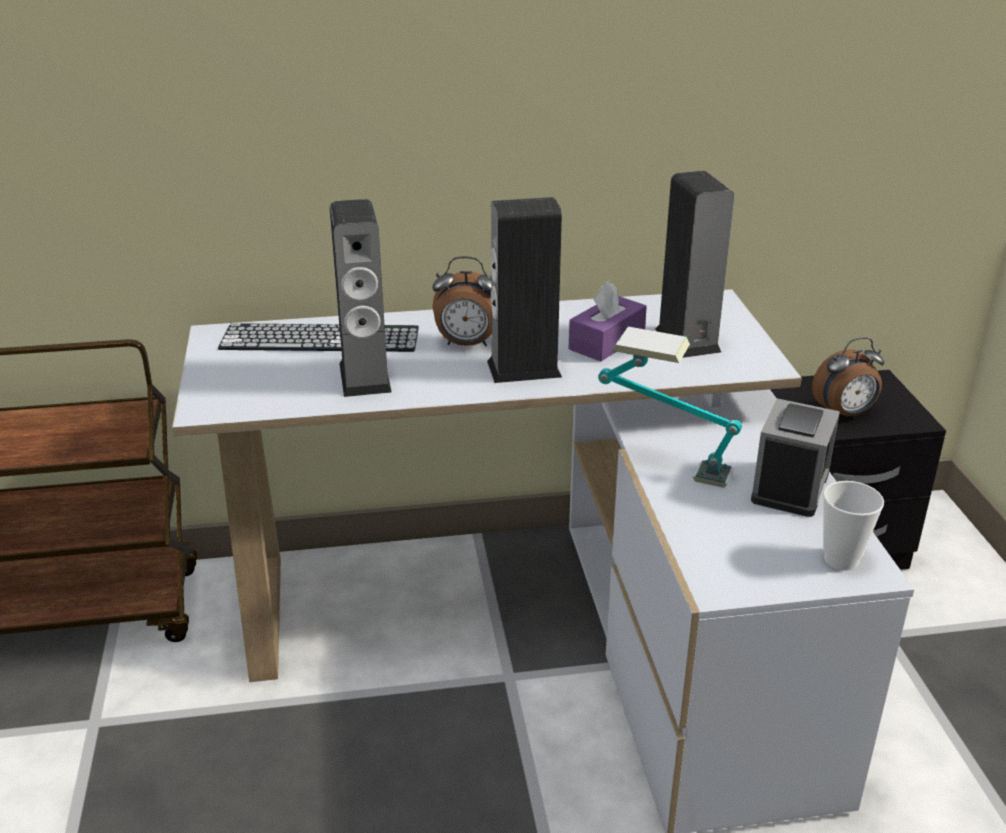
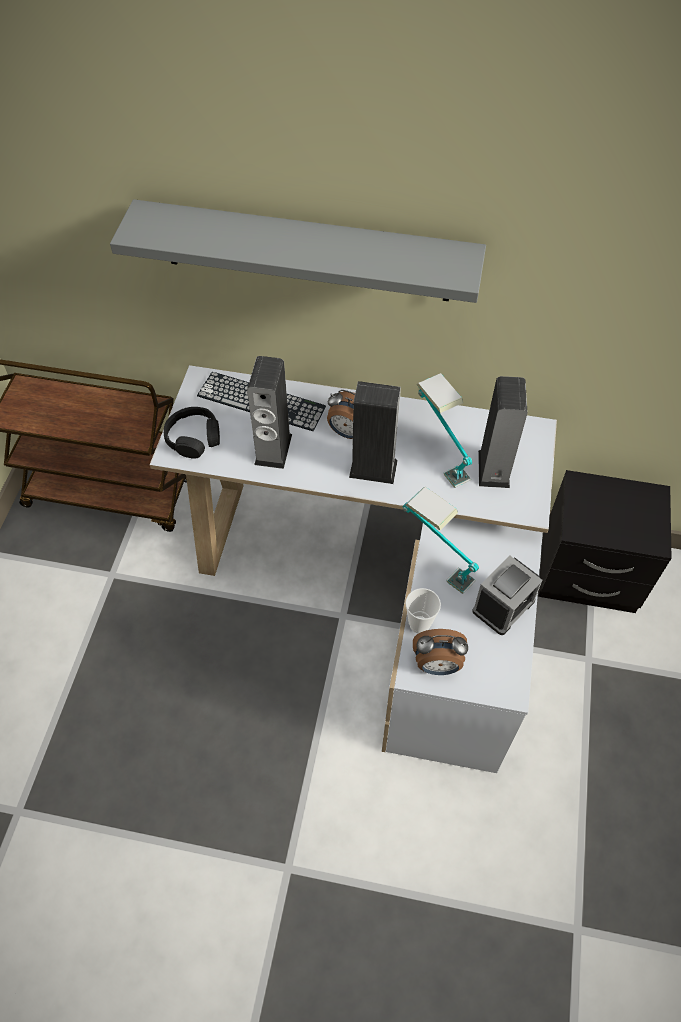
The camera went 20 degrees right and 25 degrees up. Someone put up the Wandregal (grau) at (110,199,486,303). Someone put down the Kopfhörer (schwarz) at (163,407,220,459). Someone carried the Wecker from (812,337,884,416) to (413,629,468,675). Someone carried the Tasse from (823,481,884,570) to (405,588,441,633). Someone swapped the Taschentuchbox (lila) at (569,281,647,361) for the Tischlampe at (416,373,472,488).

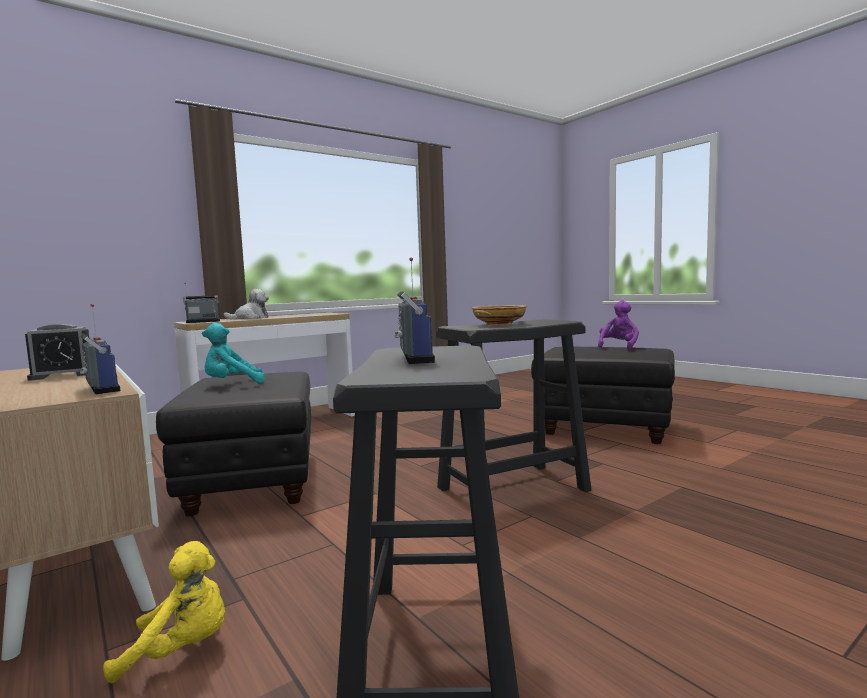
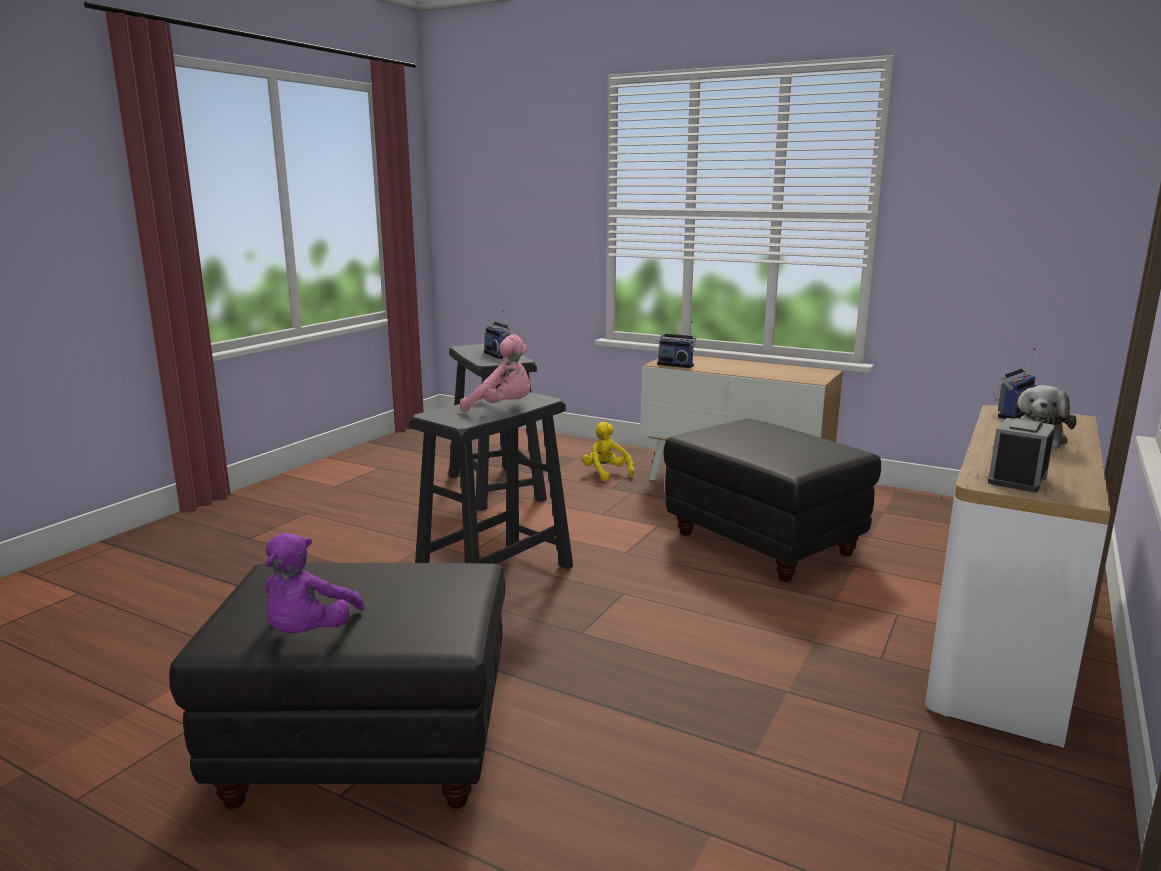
The camera went 155 degrees right and 10 degrees up. Someone took away the Plüschtier (türkis) at (202,323,265,384). Someone carried the Wecker from (25,323,89,381) to (988,418,1056,492). Someone swapped the Schüssel (beige) at (472,305,527,325) for the Plüschtier (rosa) at (460,335,531,412). Someone rotated the Plüschtier (gelb) at (103,541,225,683) by 90 degrees clockwise.

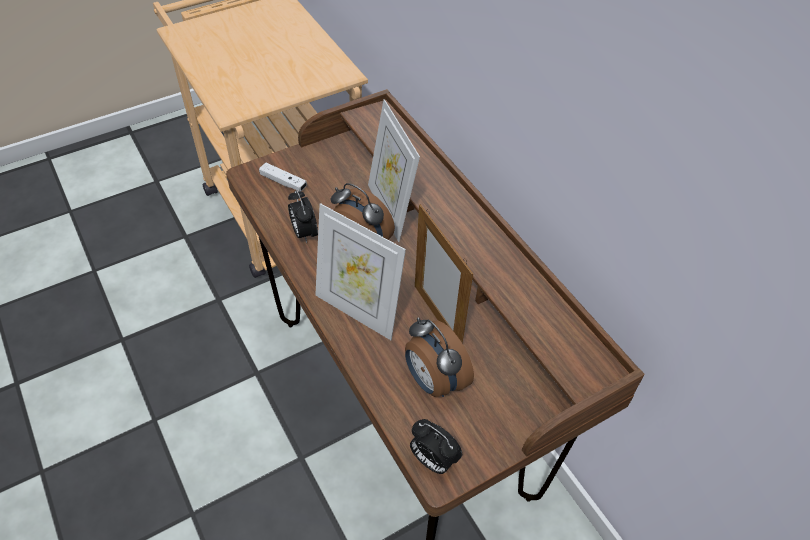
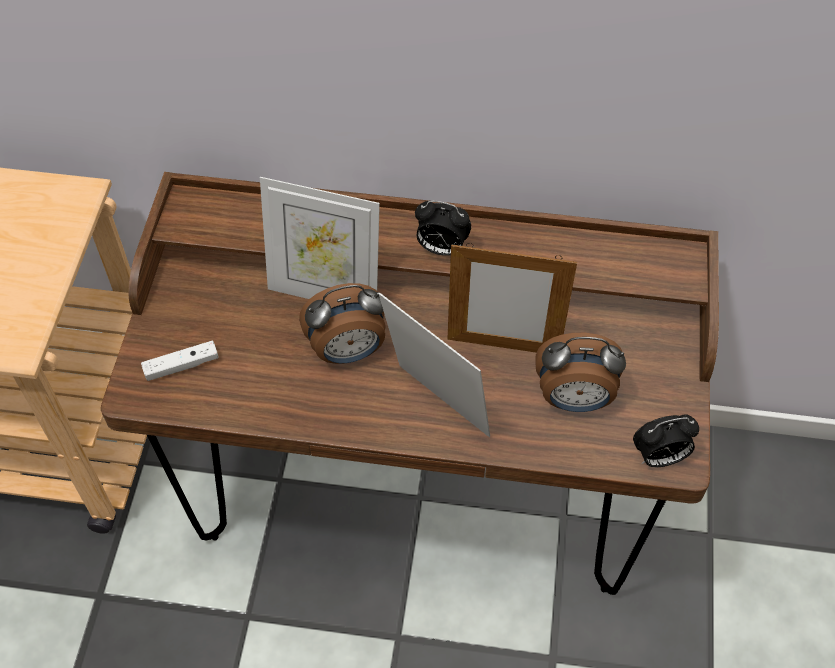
The camera went 50 degrees left and 5 degrees up. Someone carried the Wecker from (288,190,318,243) to (415,200,471,256). Someone rotated the Bilderrahmen at (315,203,406,340) by 120 degrees counterclockwise.

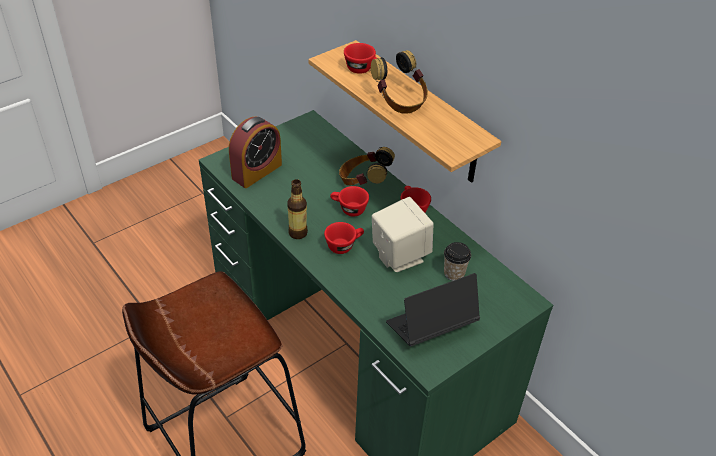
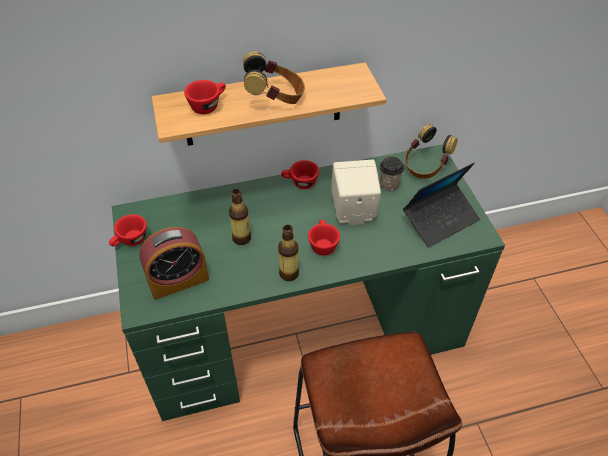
The camera went 65 degrees left and 5 degrees up. Someone put down the Flasche at (229,189,251,245). Someone carried the Tasse (rot) from (330,186,369,216) to (109,214,147,247). Someone carried the Kopfhörer from (339,147,395,185) to (405,124,457,179). Someone rotated the Wecker at (229,116,282,188) by 90 degrees clockwise. Someone rotated the Laptop at (386,273,480,346) by 120 degrees counterclockwise.

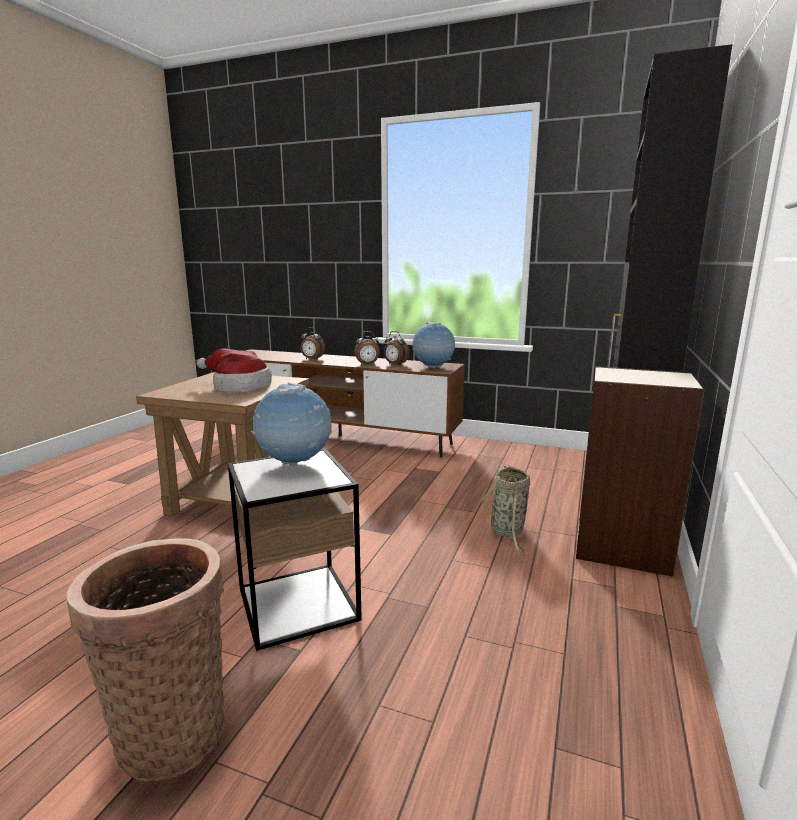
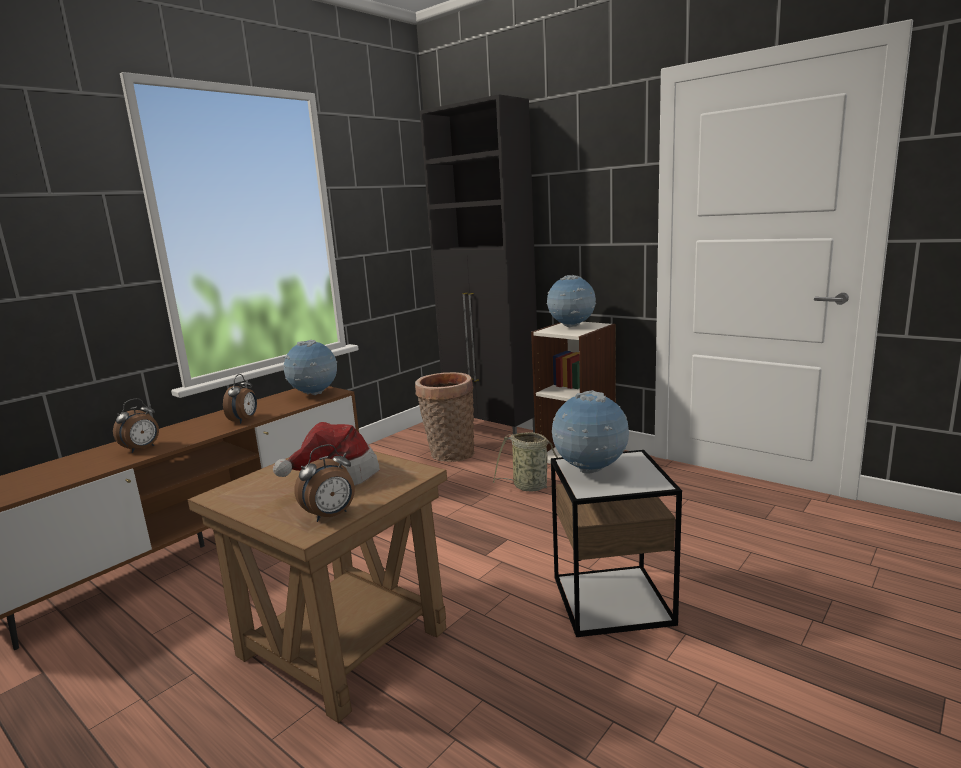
The camera went 70 degrees left and 0 degrees up. Someone put down the Globus at (547,275,596,327). Someone carried the Korb from (66,538,225,782) to (415,372,474,462). Someone carried the Wecker from (384,331,409,366) to (294,444,355,522).

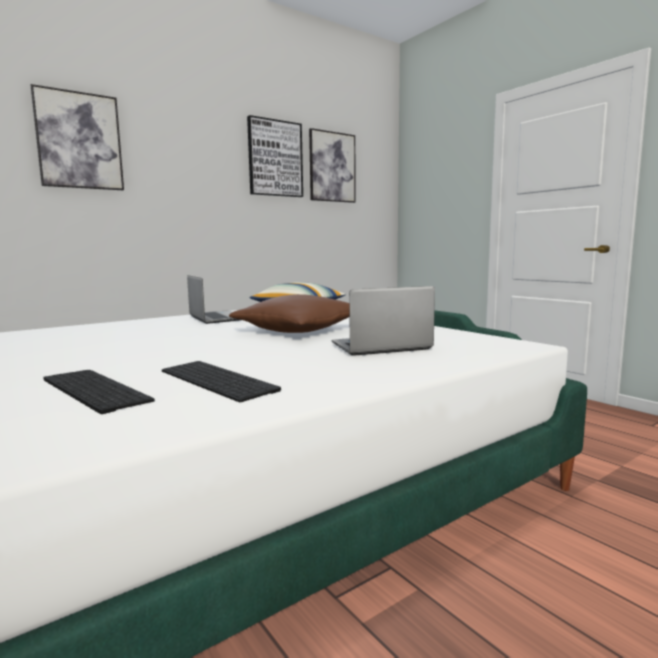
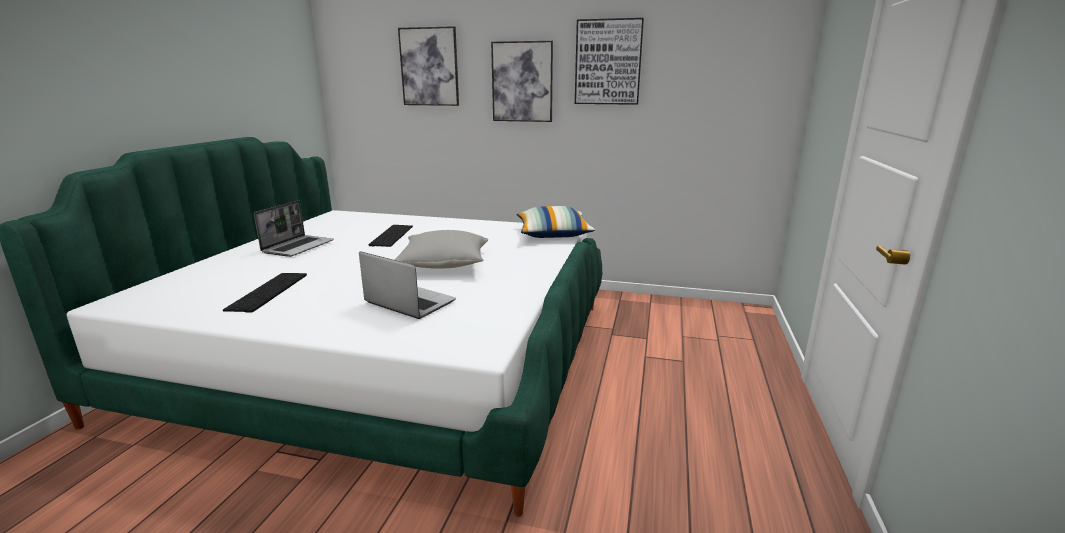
The camera went 50 degrees right and 10 degrees up. Someone carried the Tastatur from (43,370,155,414) to (368,225,413,247). Someone carried the Laptop from (187,275,240,324) to (254,200,334,257). Someone carried the Bild from (309,128,356,203) to (491,41,553,122). Someone repainted the Kissen (braun) at (229,294,350,333), which became the Kissen (grau) at (394,230,488,269).

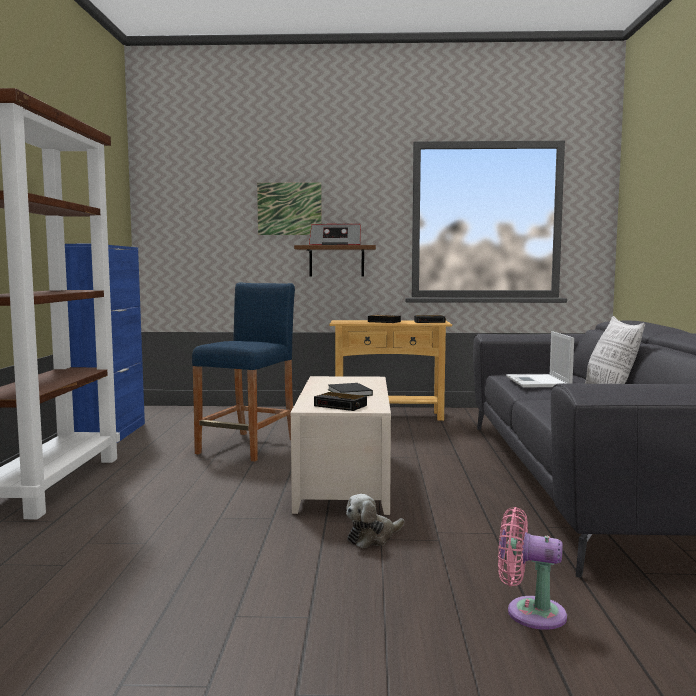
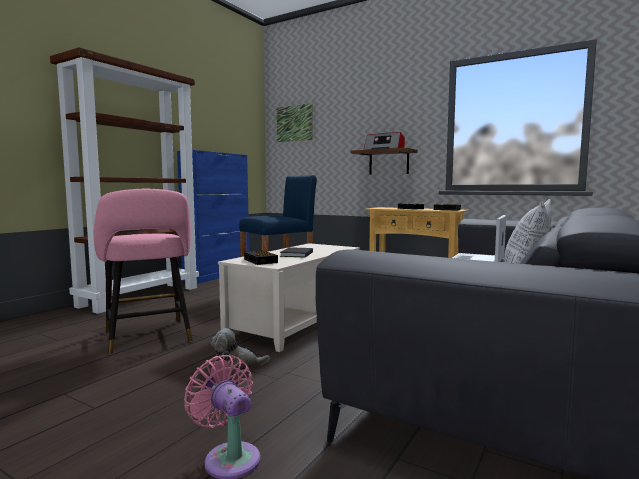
The camera went 30 degrees right and 0 degrees up. Someone put down the Hocker (rosa) at (94,189,193,355). Someone carried the Bild from (257,182,322,235) to (276,103,313,142).

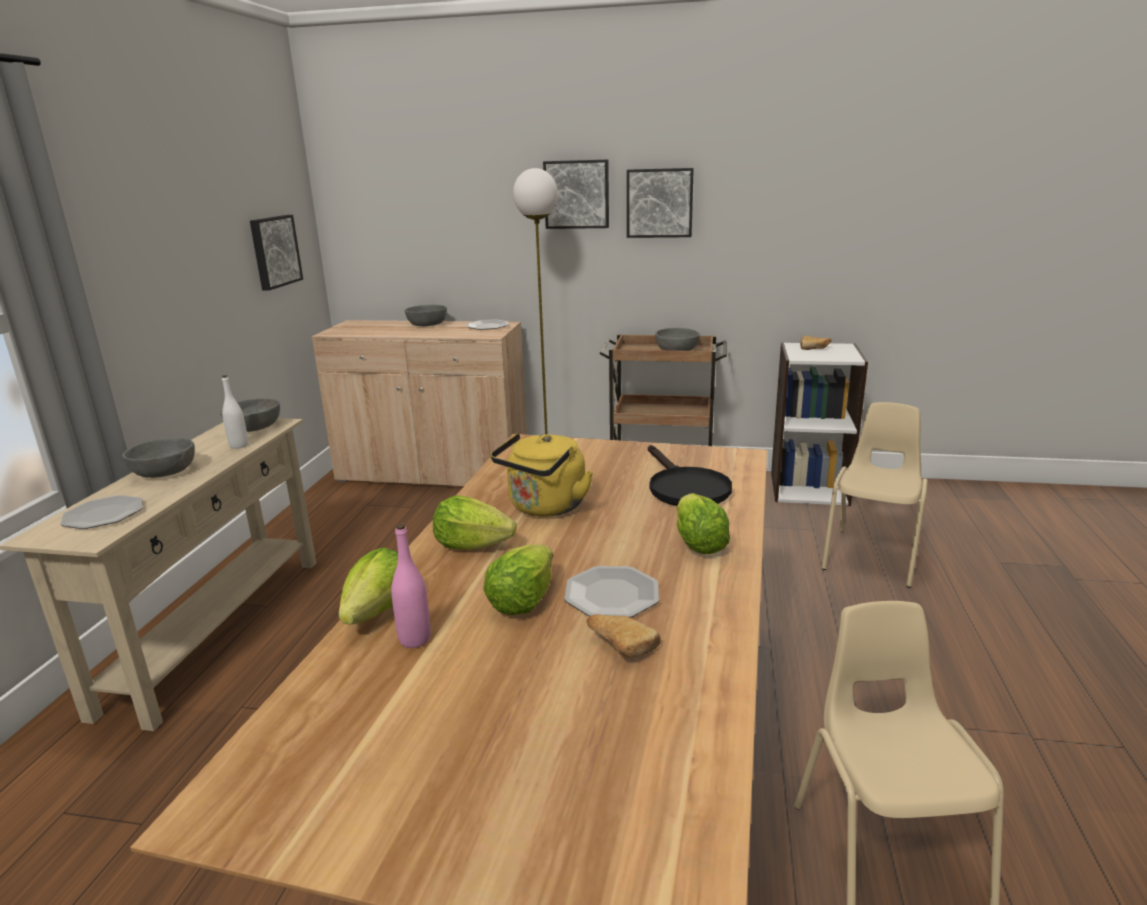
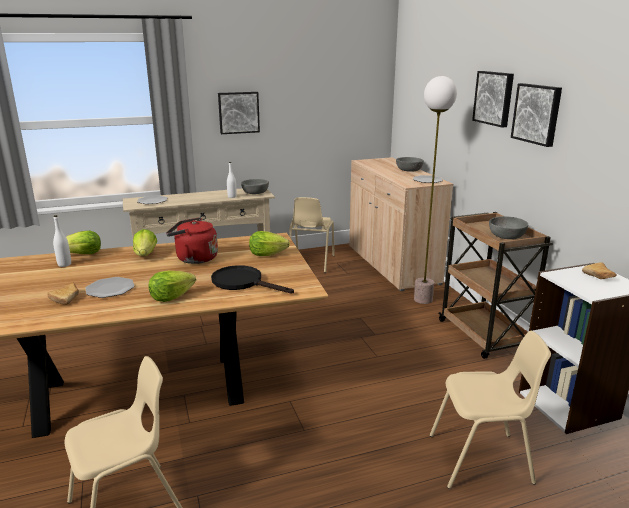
The camera went 60 degrees right and 0 degrees up. Someone took away the Schüssel (grau) at (123,438,195,478). Someone put down the Stuhl (beige) at (289,197,335,273). Someone carried the Bild from (250,215,303,290) to (218,92,260,134). Someone carried the Salatkopf from (483,544,553,615) to (249,231,290,256). Someone repainted the Flasche (rosa) at (391,524,431,648), which became the Flasche (weiß) at (53,215,71,267). Someone repainted the Wasserkessel (gelb) at (491,433,593,517), which became the Wasserkessel (rot) at (166,217,218,264). Someone rotated the Pfanne (schwarz) at (648,445,732,506) by 75 degrees clockwise.

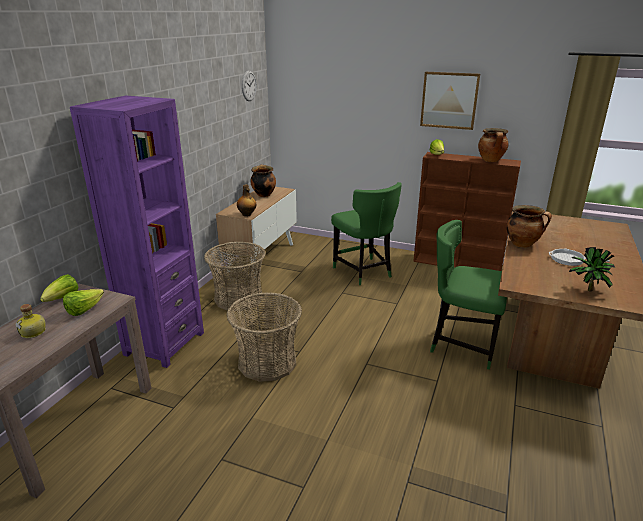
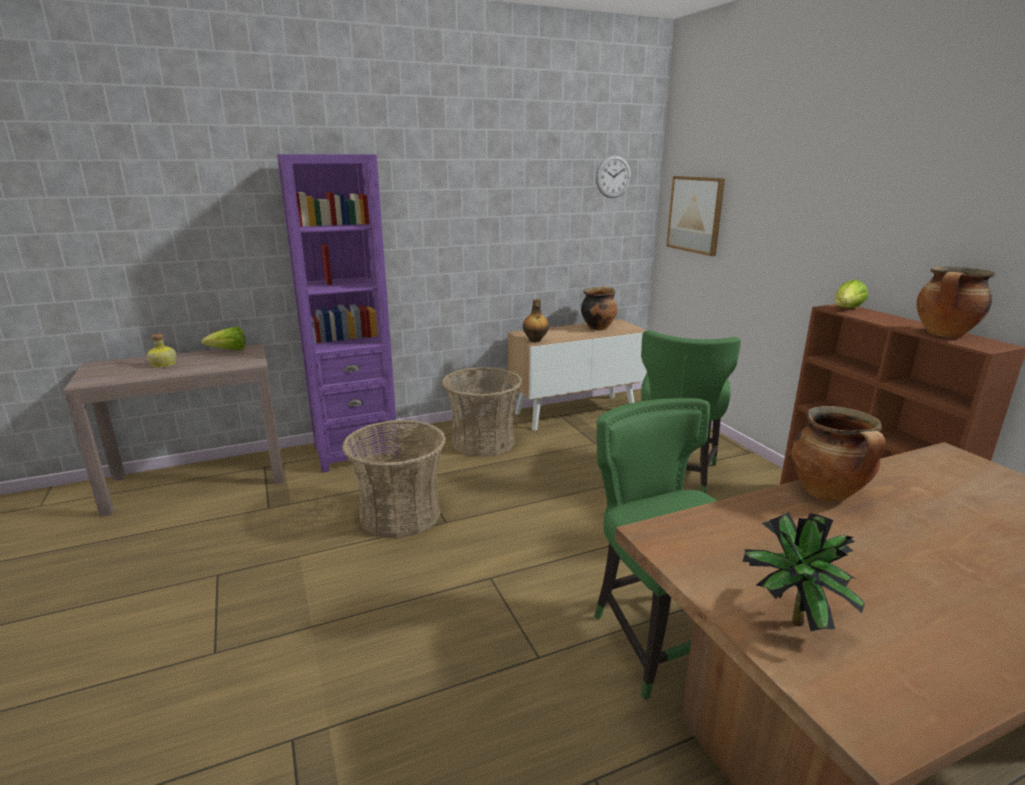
The camera went 45 degrees right and 5 degrees down. Someone took away the Salatkopf at (63,289,104,316). Someone took away the Pfanne at (549,249,610,266). Someone carried the Bild from (420,72,480,130) to (666,176,725,256).

